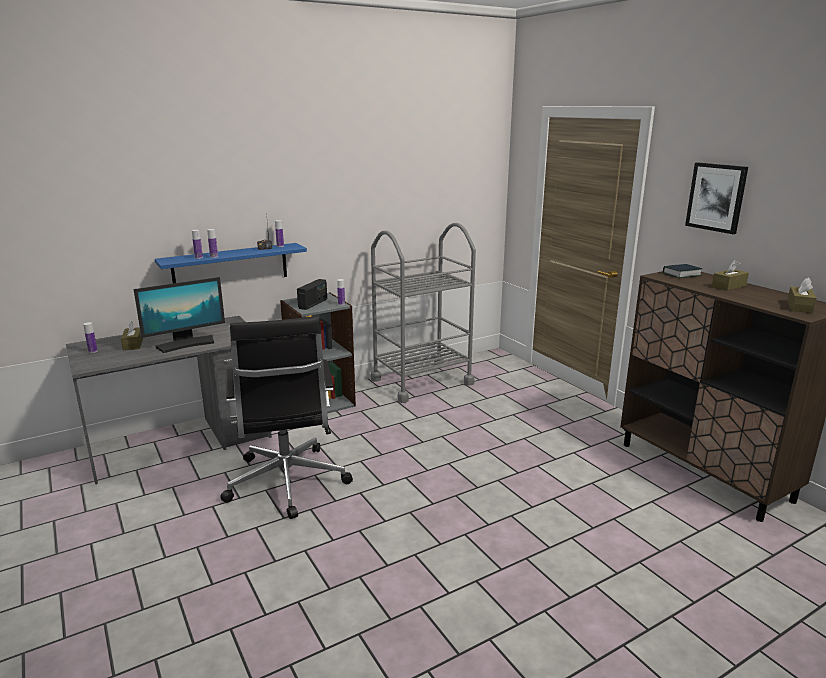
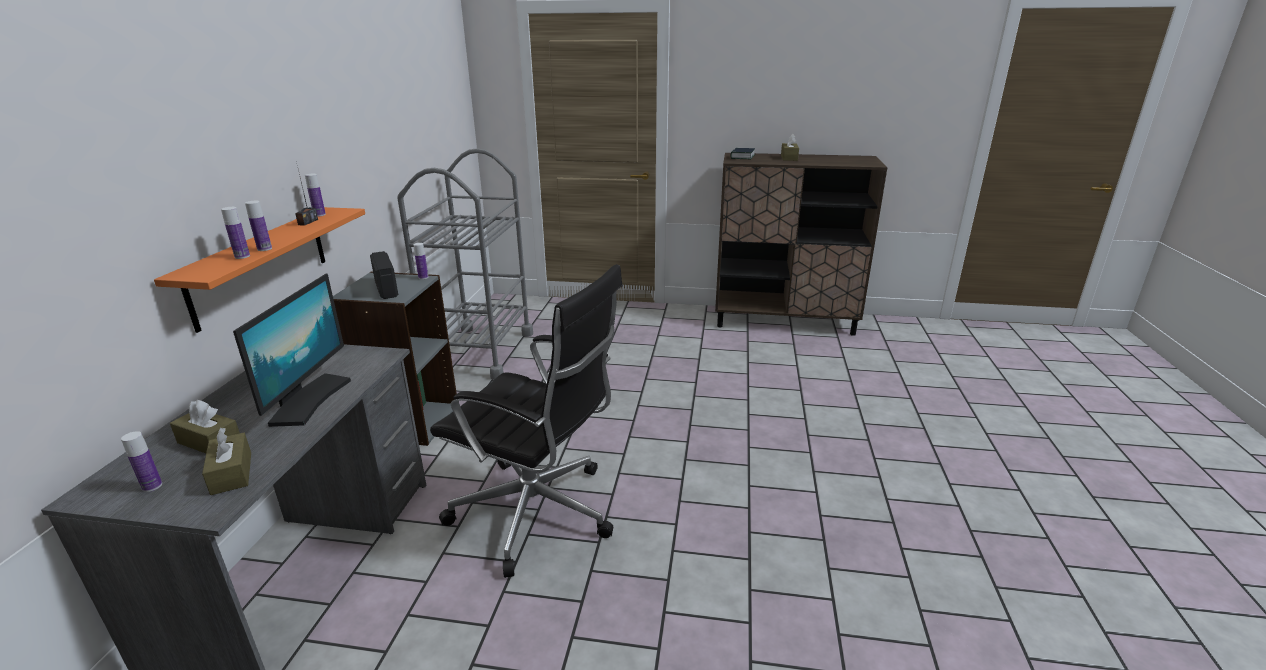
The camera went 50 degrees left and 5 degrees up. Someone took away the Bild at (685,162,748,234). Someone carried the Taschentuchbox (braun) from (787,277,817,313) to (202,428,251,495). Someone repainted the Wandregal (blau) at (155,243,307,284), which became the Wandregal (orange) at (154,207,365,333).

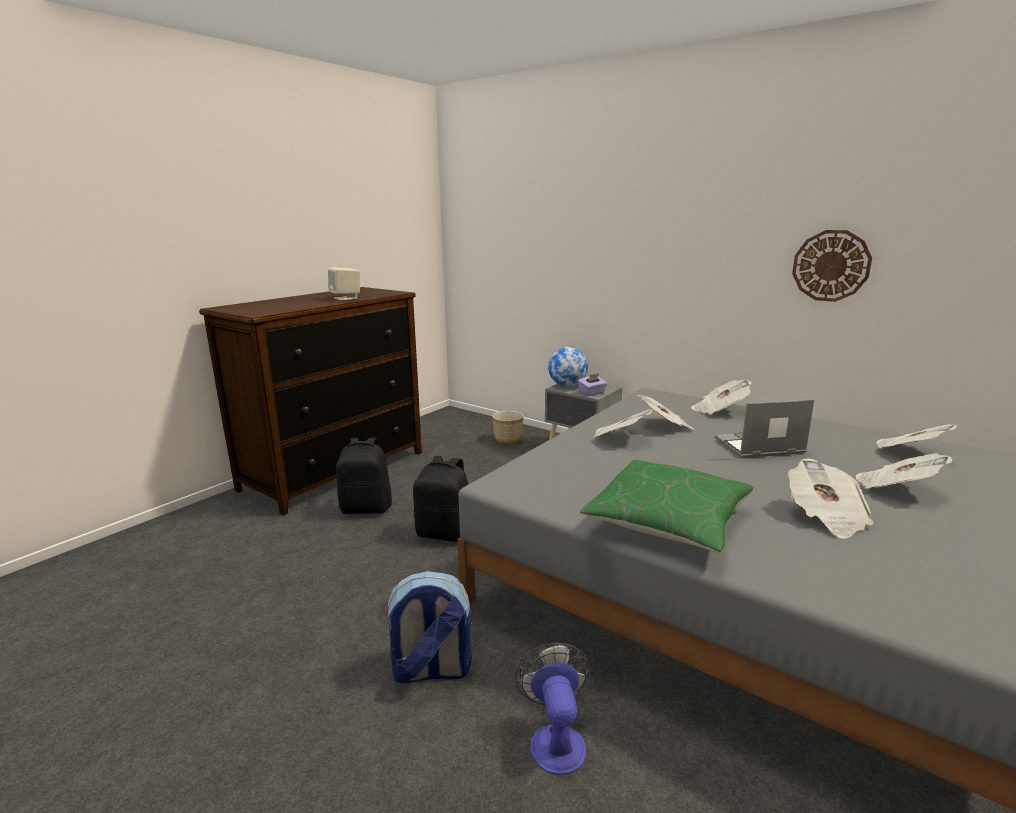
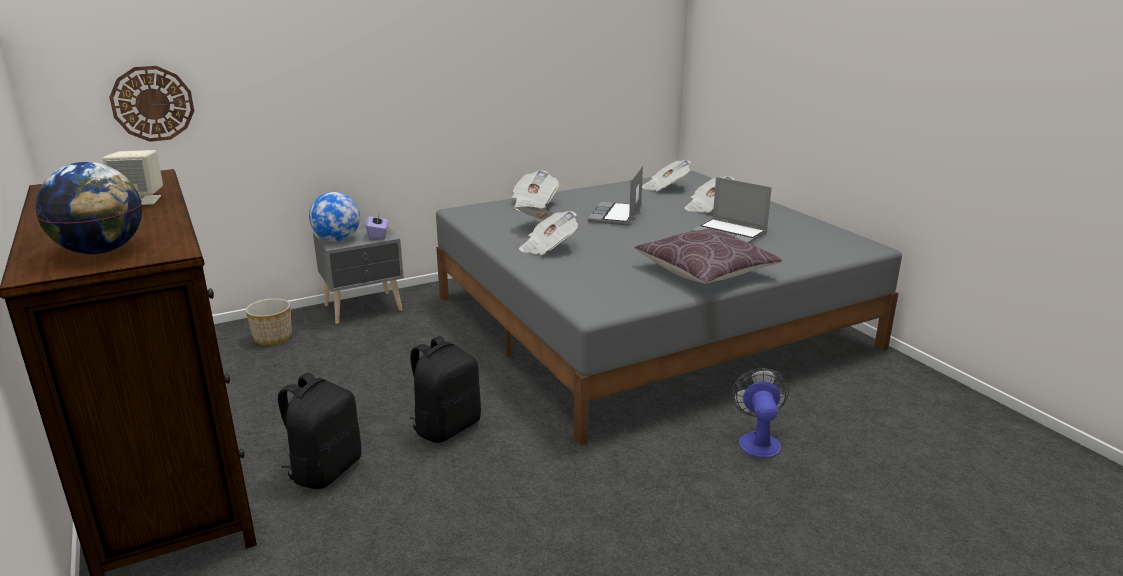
The camera went 65 degrees left and 5 degrees up. Someone took away the Rucksack at (384,571,472,684). Someone put down the Globus at (35,162,142,254). Someone carried the Wanduhr from (792,230,872,302) to (109,66,194,142). Someone swapped the Zeitung at (788,459,874,539) for the Laptop at (692,177,772,243). Someone repainted the Kissen (grün) at (580,460,753,553), which became the Kissen (braun) at (635,229,782,284). Someone rotated the Ventilator at (515,643,589,775) by 75 degrees clockwise.

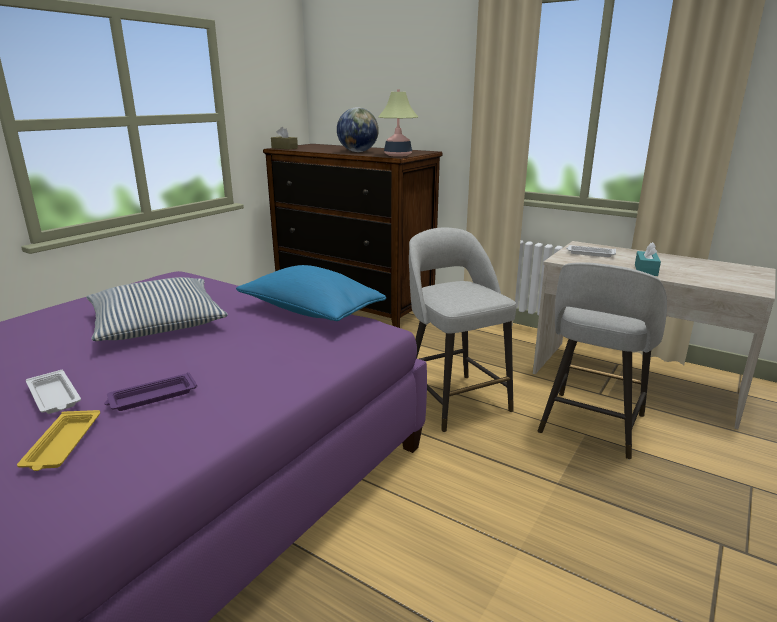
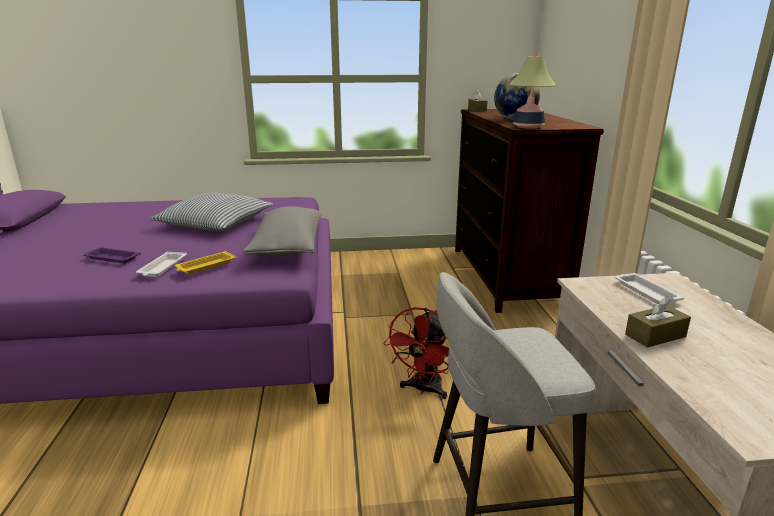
The camera went 50 degrees right and 0 degrees up. Someone carried the Tablett (gelb) from (17,410,100,471) to (175,251,236,274). Someone carried the Tablett (weiß) from (26,370,81,414) to (136,252,187,277). Someone swapped the Hocker (grau) at (409,228,516,432) for the Ventilator (rot) at (383,307,449,399). Someone repainted the Kissen (blau) at (236,265,386,321), which became the Kissen (grau) at (243,206,321,255). Someone repainted the Taschentuchbox (türkis) at (635,242,661,276), which became the Taschentuchbox (braun) at (625,296,691,348).

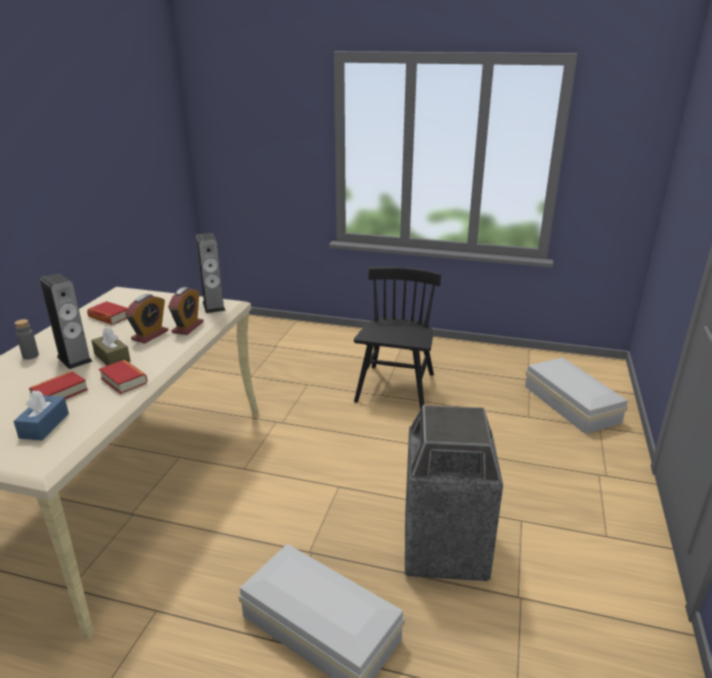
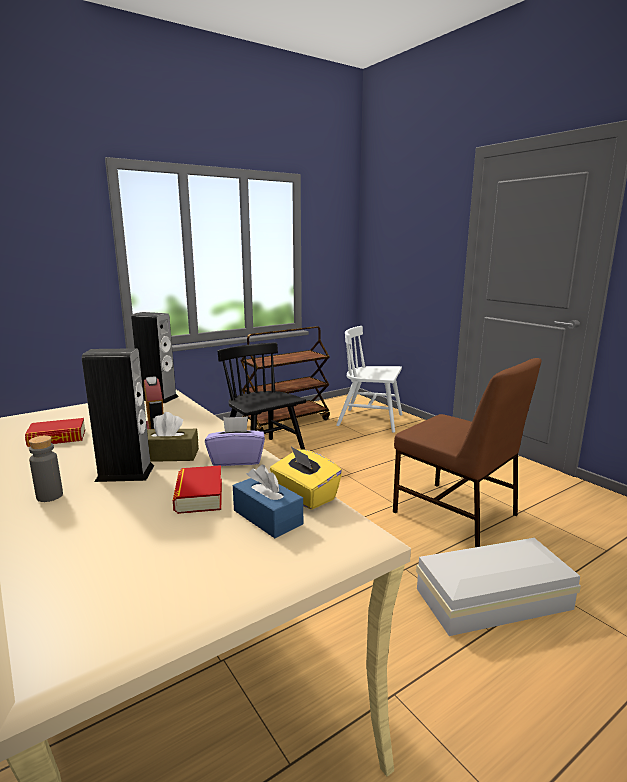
The camera went 50 degrees left and 10 degrees down. Someone took away the Wecker at (168,287,204,335). Someone put down the Rollwagen (braun) at (241,326,330,431). Someone put down the Taschentuchbox (gelb) at (270,446,342,510). Someone swapped the Buch at (99,360,147,394) for the Taschentuchbox (lila) at (205,416,265,466). Someone swapped the Mülleimer at (405,405,503,581) for the Stuhl (braun) at (393,358,541,547). Someone swapped the Aufbewahrungsbox (weiß) at (525,357,628,434) for the Stuhl (weiß) at (336,326,403,433).

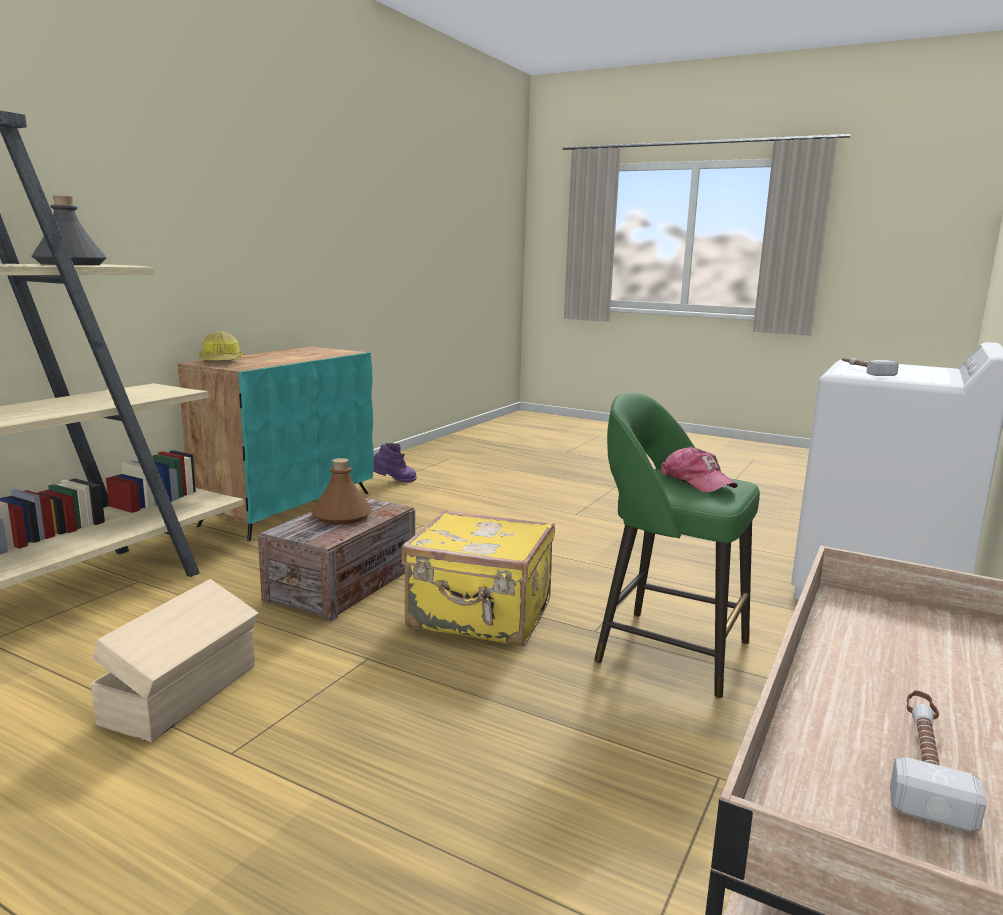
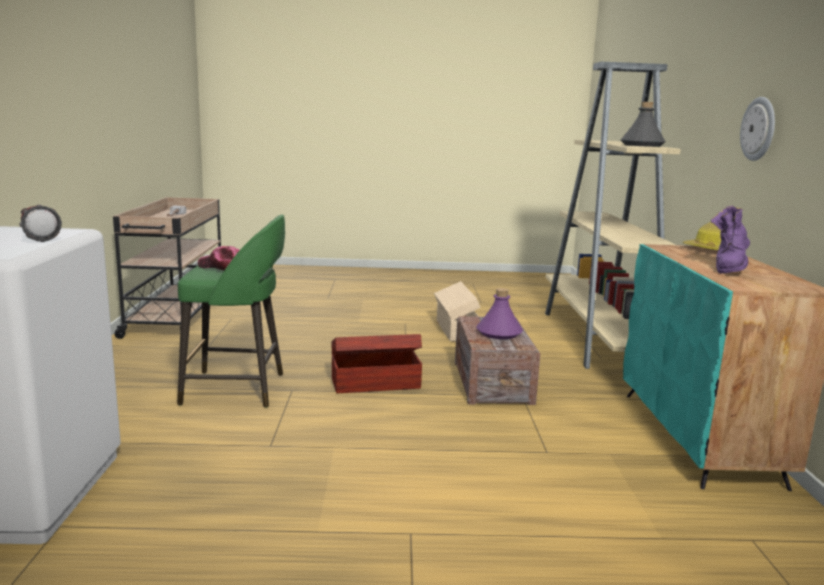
The camera went 150 degrees right and 0 degrees up. Someone put up the Wanduhr at (740,97,775,161). Someone carried the Stiefel (lila) from (373,443,417,482) to (711,206,750,274). Someone swapped the Koffer (gelb) at (401,510,555,646) for the Aufbewahrungsbox (braun) at (331,334,422,393). Someone swapped the Hammer at (842,358,899,376) for the Taschenlampe at (20,205,62,242). Someone repainted the Flasche (braun) at (311,458,372,525), which became the Flasche (lila) at (476,288,523,339).

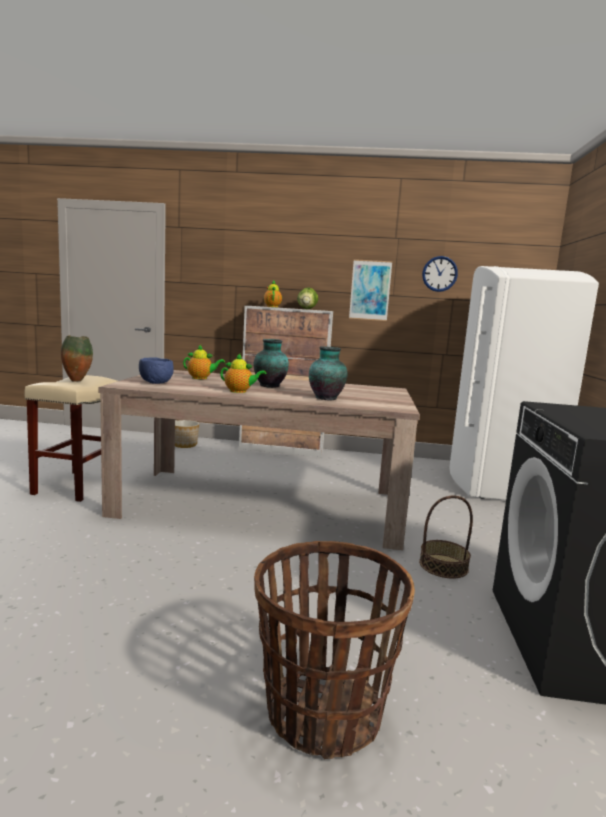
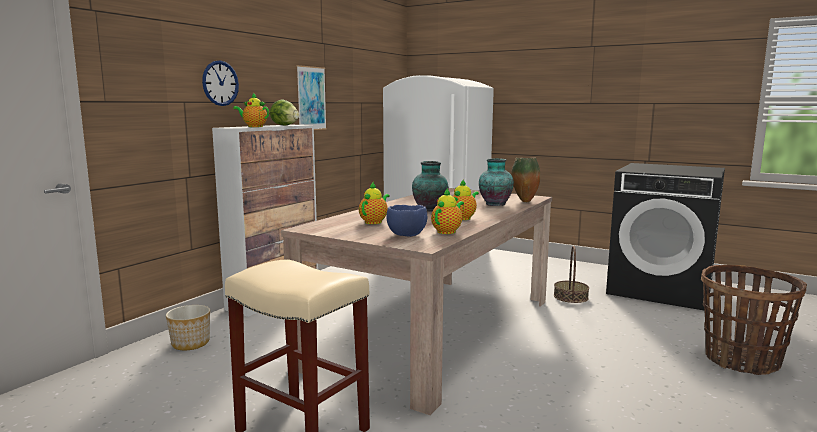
The camera went 65 degrees left and 0 degrees up. Someone put down the Teekanne at (431,188,464,234). Someone carried the Vase from (61,335,93,382) to (511,158,540,202). Someone carried the Wanduhr from (422,256,458,292) to (202,60,239,106).

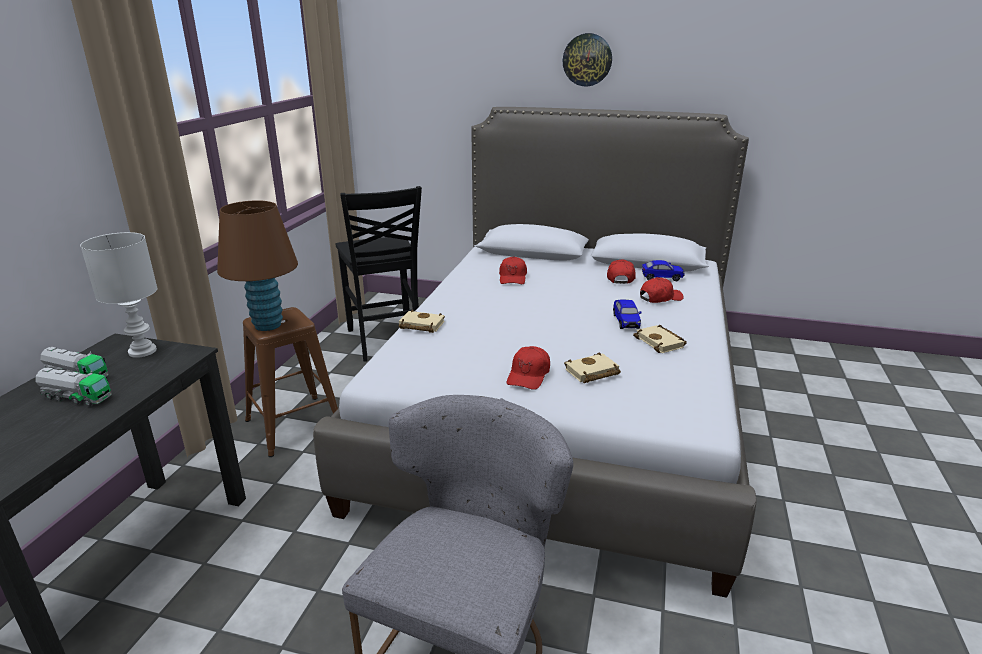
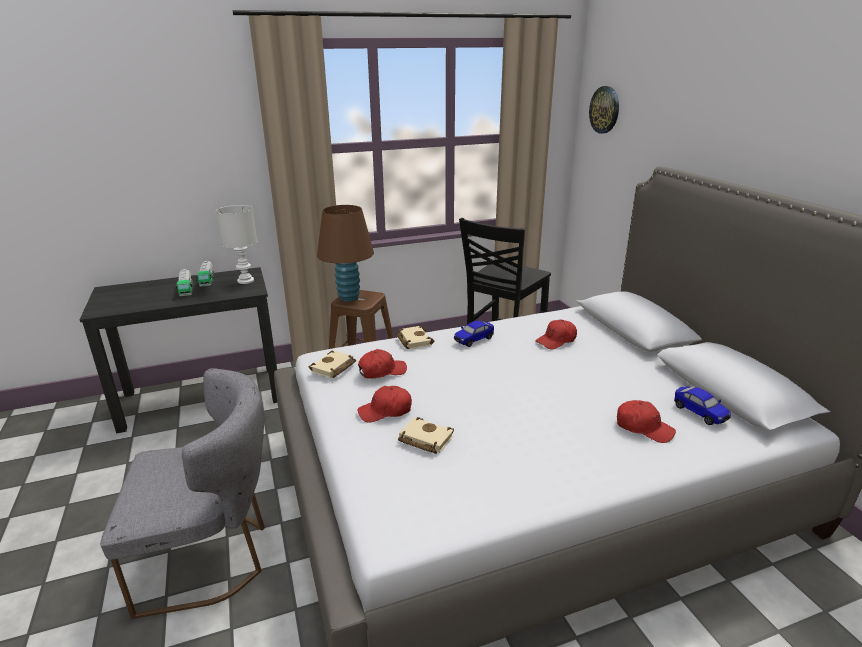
The camera went 55 degrees right and 0 degrees up. Someone carried the Wanduhr from (563,33,612,86) to (589,86,619,134). Someone carried the Kappe (rot) from (607,259,636,284) to (358,349,407,379). Someone carried the Spielzeugauto from (613,299,642,329) to (454,320,494,347). Someone carried the Buch (beige) from (633,325,687,353) to (309,350,356,378).

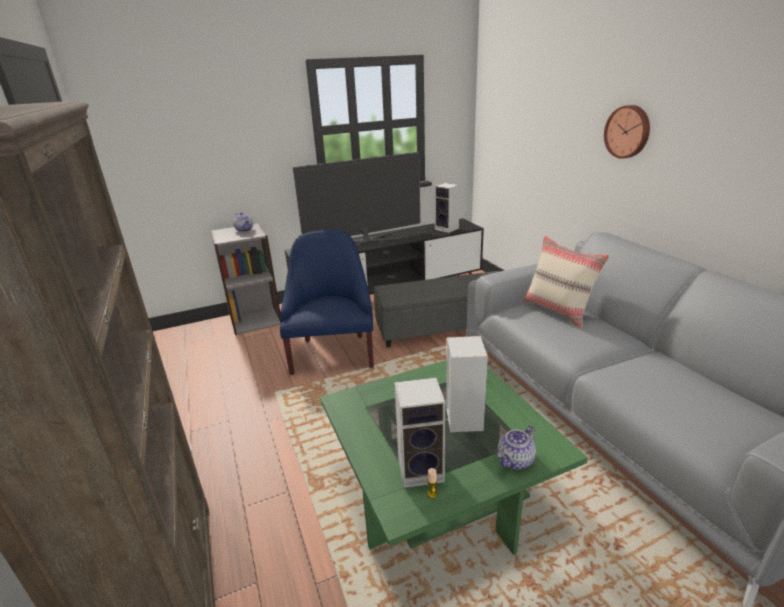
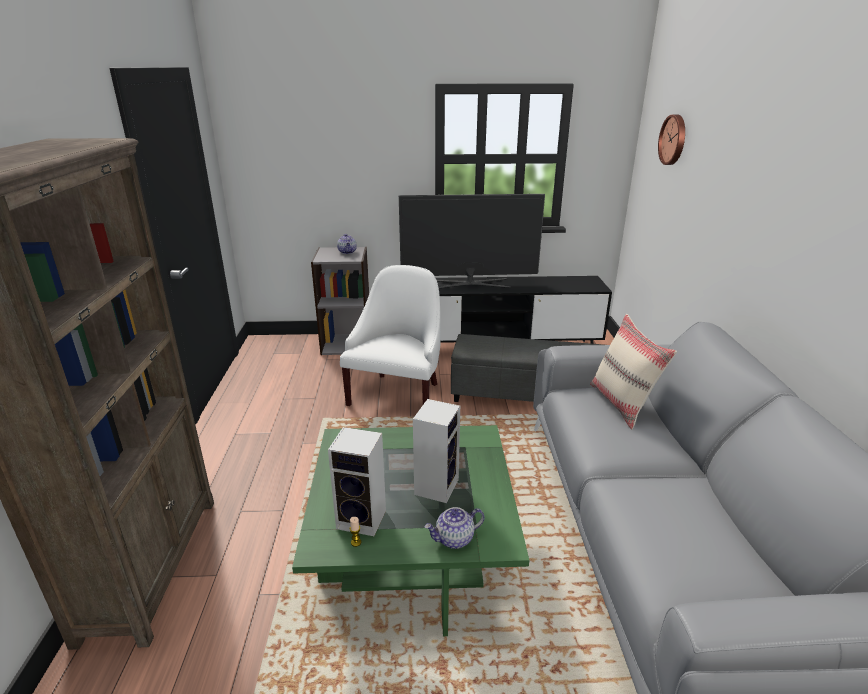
The camera went 20 degrees right and 0 degrees up. Someone took away the Lautsprecher at (434,183,460,233). Someone carried the Wanduhr from (604,105,650,159) to (658,115,685,165). Someone repainted the Sessel (blau) at (280,230,374,375), which became the Sessel (weiß) at (340,265,441,406).

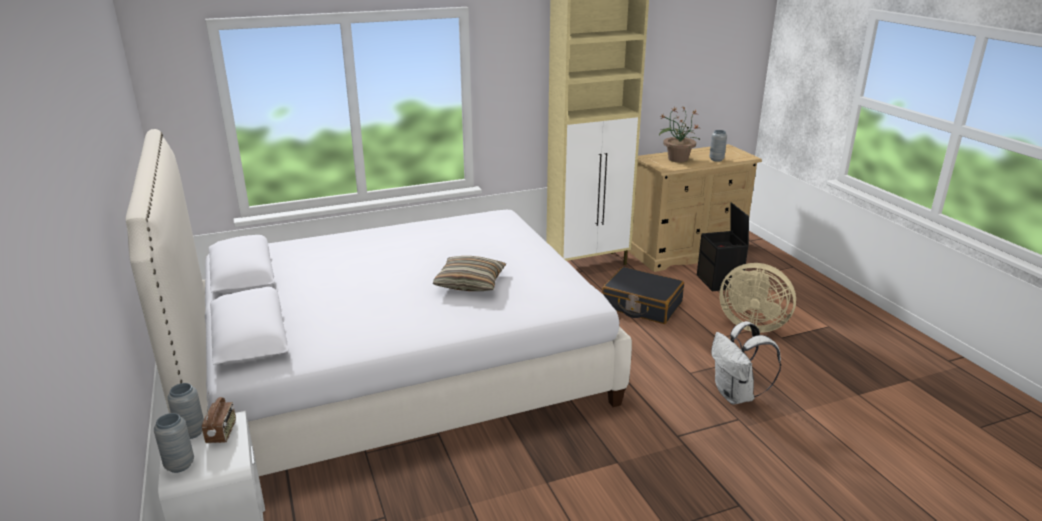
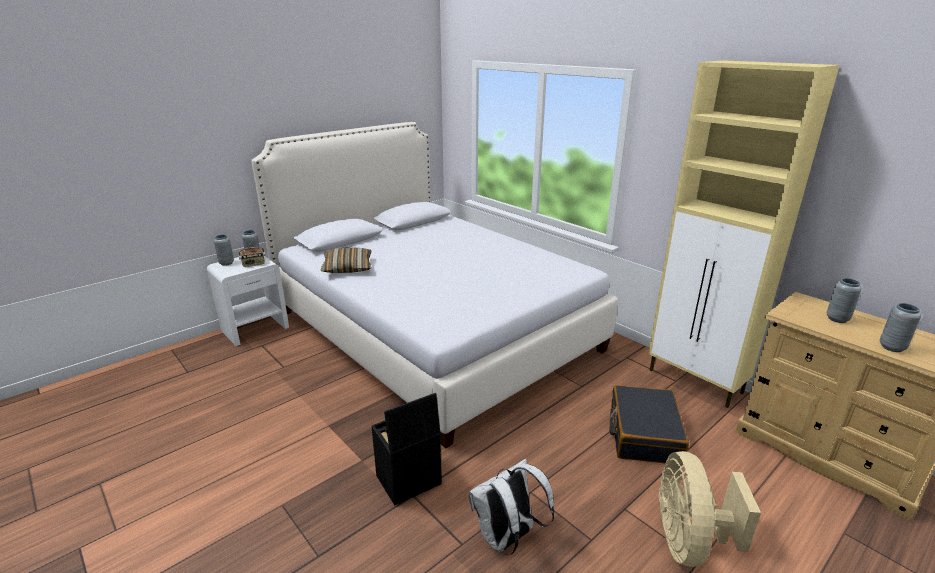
The camera went 70 degrees right and 0 degrees up. Someone carried the Kissen from (433,256,506,291) to (321,247,372,273). Someone carried the Aufbewahrungsbox (schwarz) from (697,202,749,291) to (371,393,442,506). Someone swapped the Topfpflanze at (659,106,700,162) for the Vase (grau) at (826,278,862,323).

